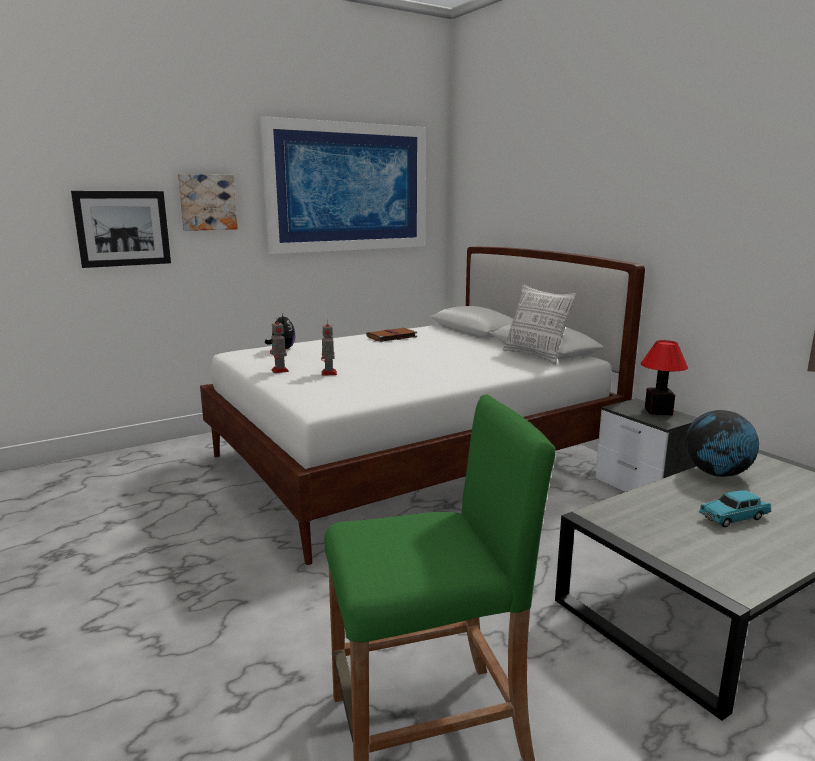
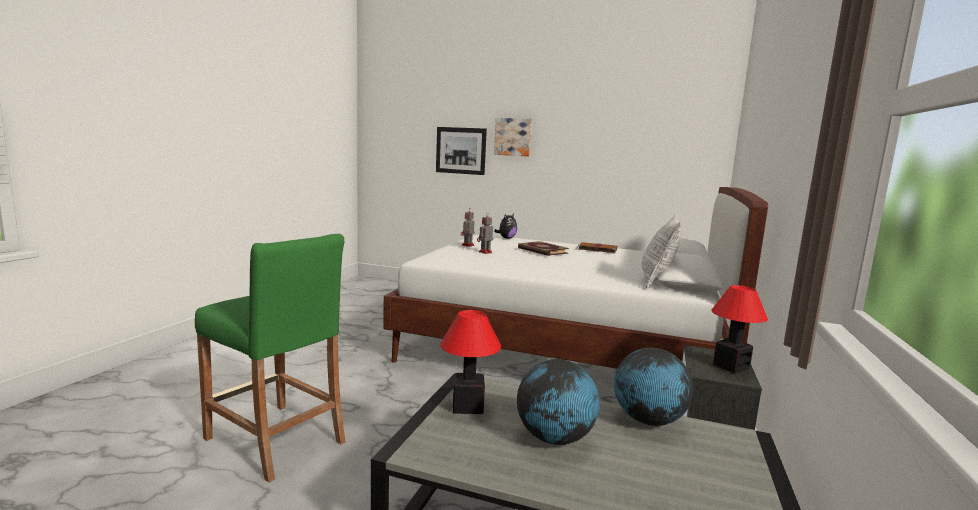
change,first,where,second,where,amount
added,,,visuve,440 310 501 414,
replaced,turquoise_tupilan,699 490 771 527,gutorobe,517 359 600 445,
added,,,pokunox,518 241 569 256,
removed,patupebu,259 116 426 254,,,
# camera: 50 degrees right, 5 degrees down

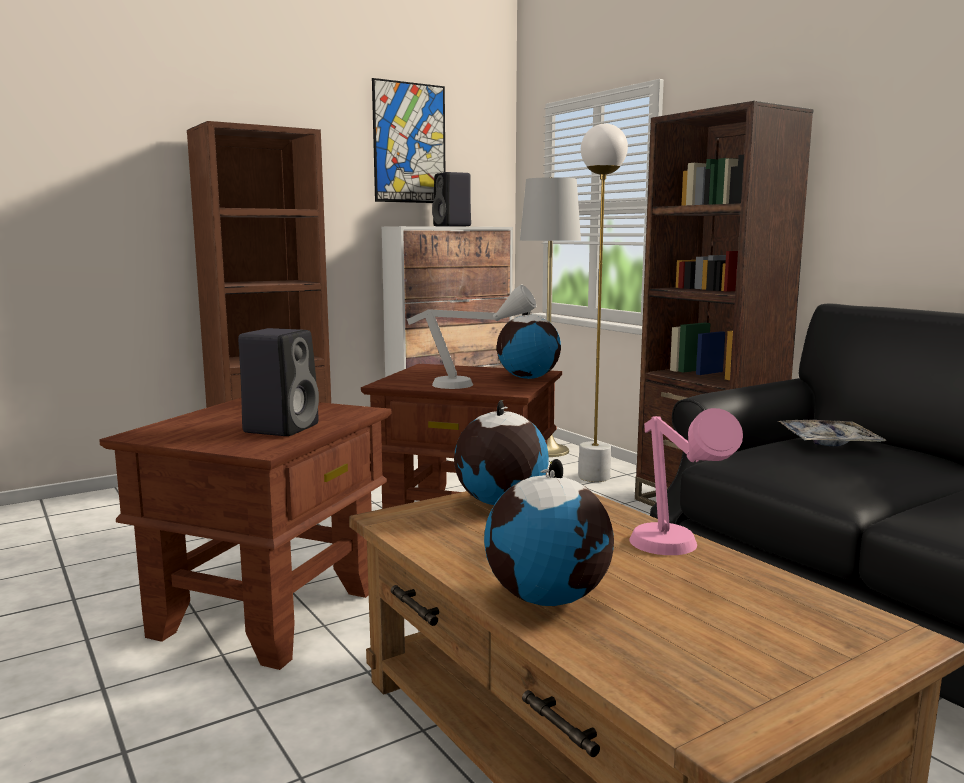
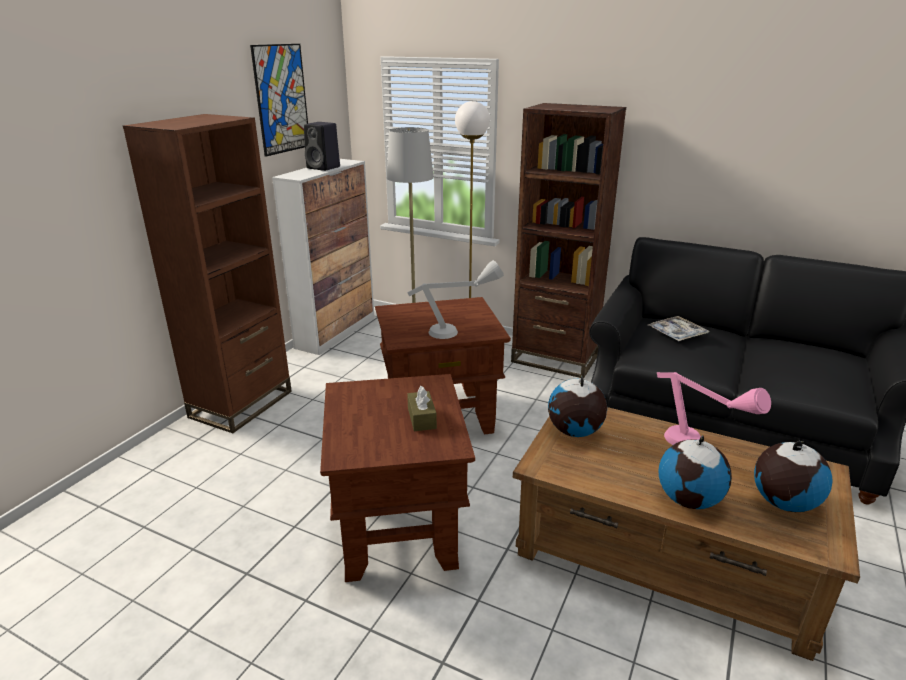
change,first,where,second,where,amount
replaced,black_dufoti,238 328 319 436,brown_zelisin,407 386 437 431,
moved,gutorobe,497 311 561 379,,754 441 833 512,
# camera: 30 degrees left, 15 degrees up

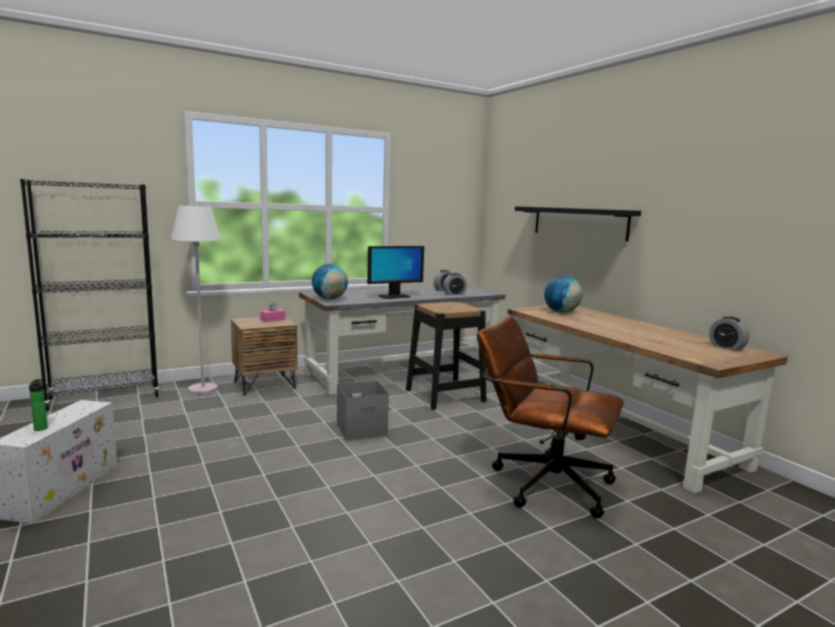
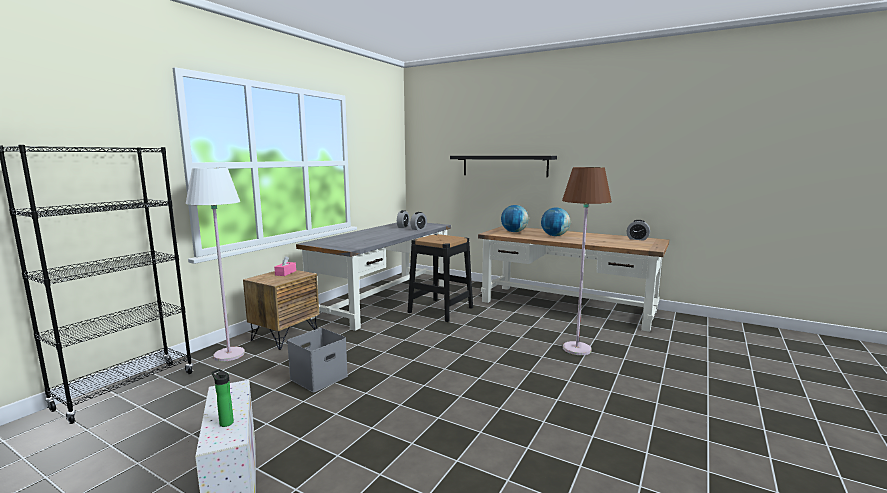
change,first,where,second,where,amount
moved,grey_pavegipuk,336 381 389 441,,287 328 348 393,
moved,gutorobe,312 264 348 300,,541 207 571 236,
replaced,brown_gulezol,477 315 624 518,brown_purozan,562 167 612 355,
removed,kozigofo,367 246 424 299,,,
# camera: 30 degrees left, 0 degrees up

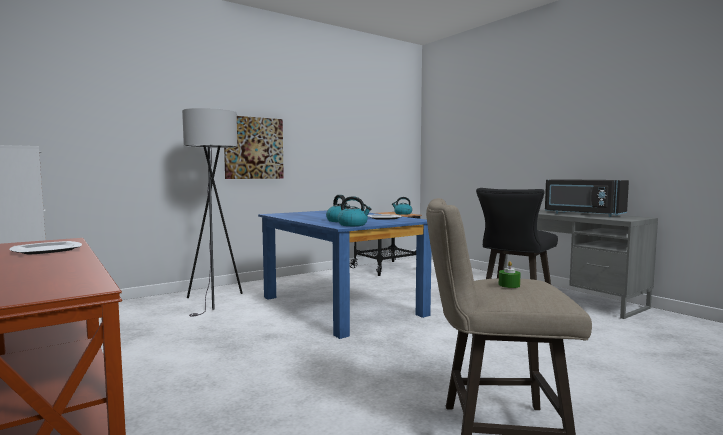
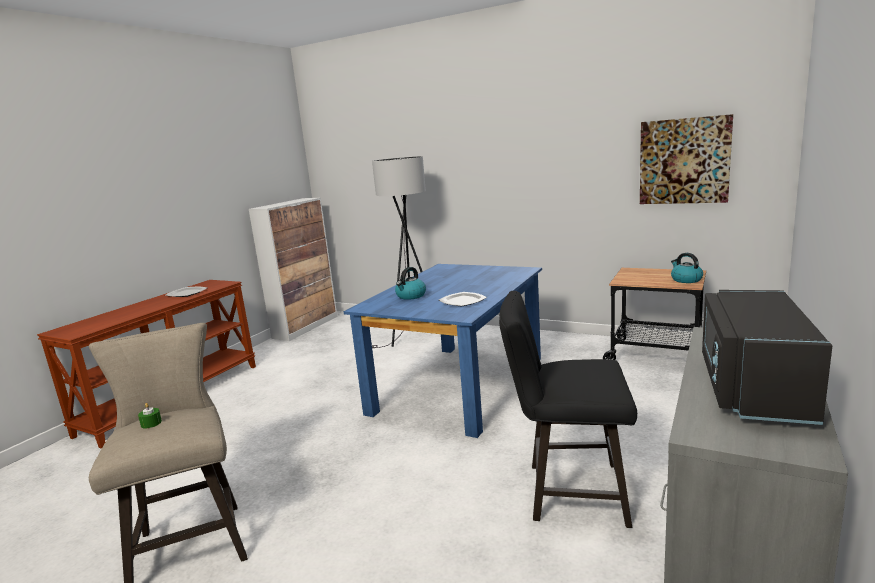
change,first,where,second,where,amount
moved,patupebu,224 116 284 179,,640 114 733 204,
removed,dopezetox,338 196 371 226,,,
# camera: 65 degrees right, 10 degrees up

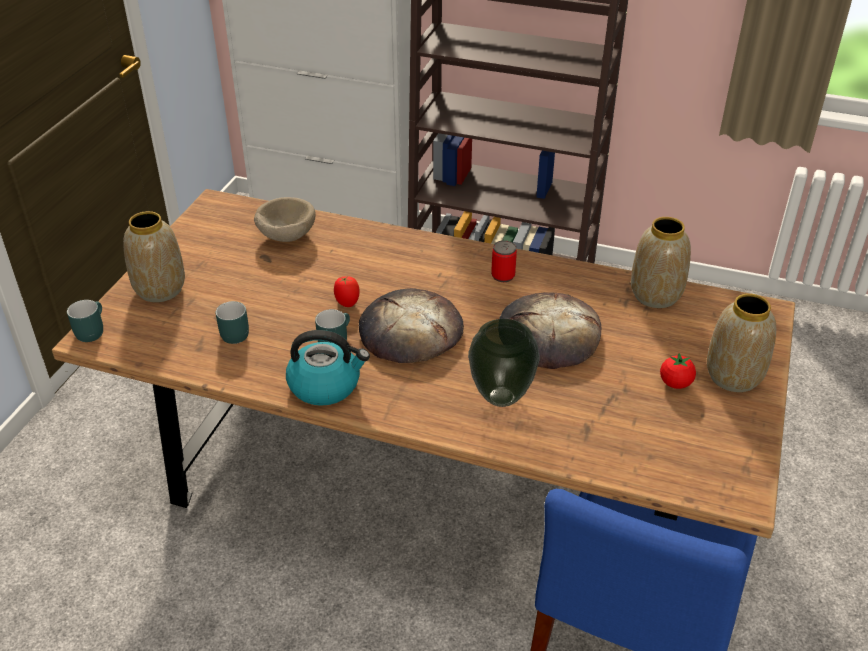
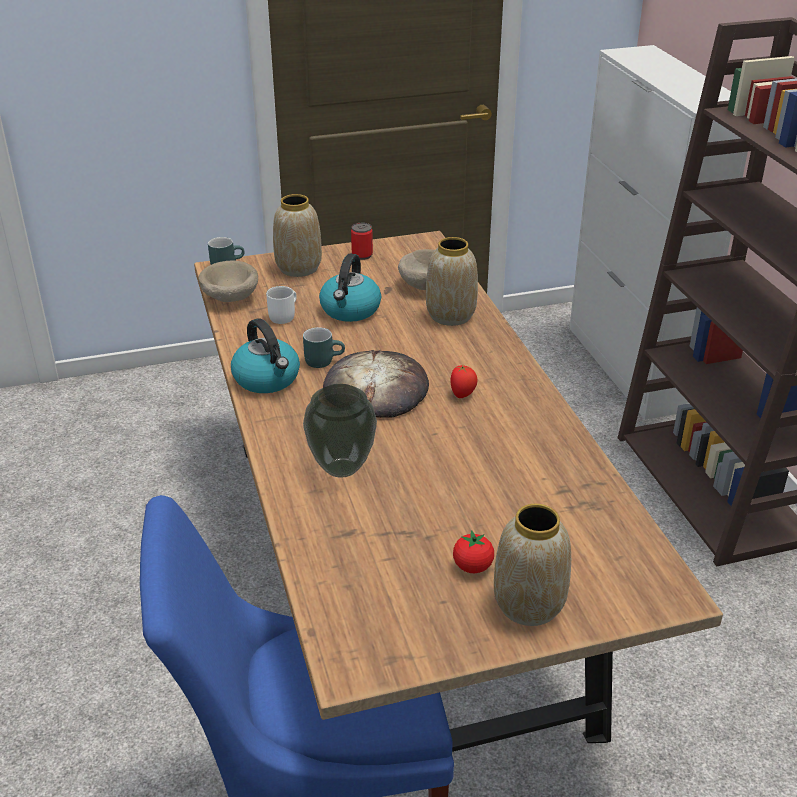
change,first,where,second,where,amount
added,,,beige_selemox,198 261 258 302,
recoloured,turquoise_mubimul,216 301 249 344,white_mubimul,266 286 297 324,
added,,,dopezetox,319 254 381 322,
moved,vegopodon,491 240 517 282,,351 223 373 260,
moved,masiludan,631 217 691 308,,426 237 478 326,
moved,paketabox,334 276 360 307,,450 365 478 398,
removed,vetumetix,499 292 601 369,,,
# camera: 55 degrees right, 5 degrees down

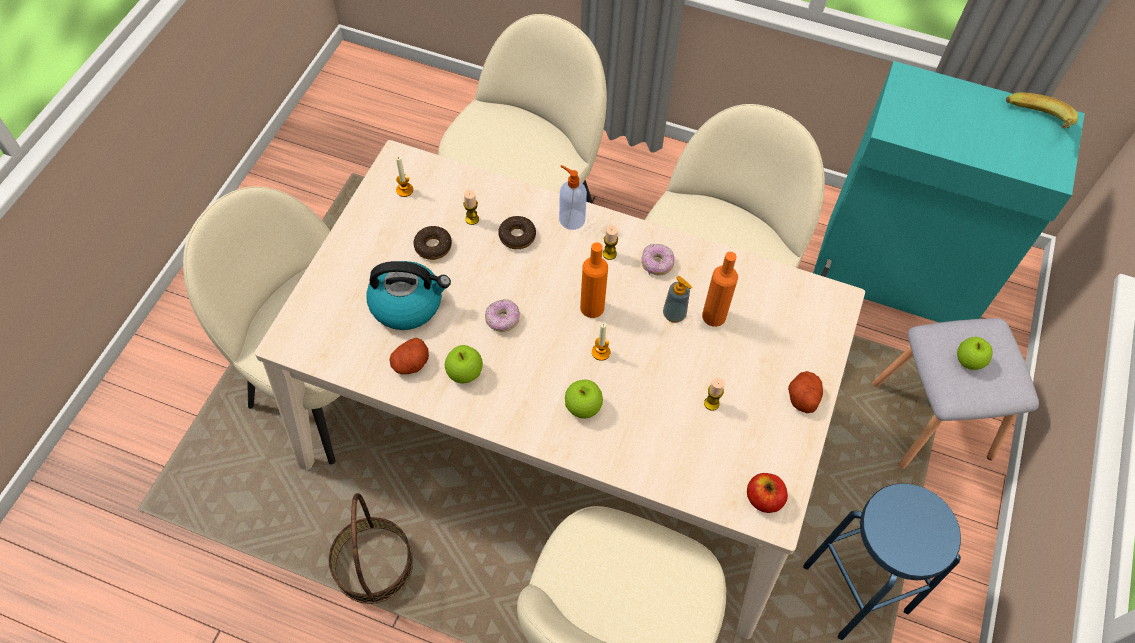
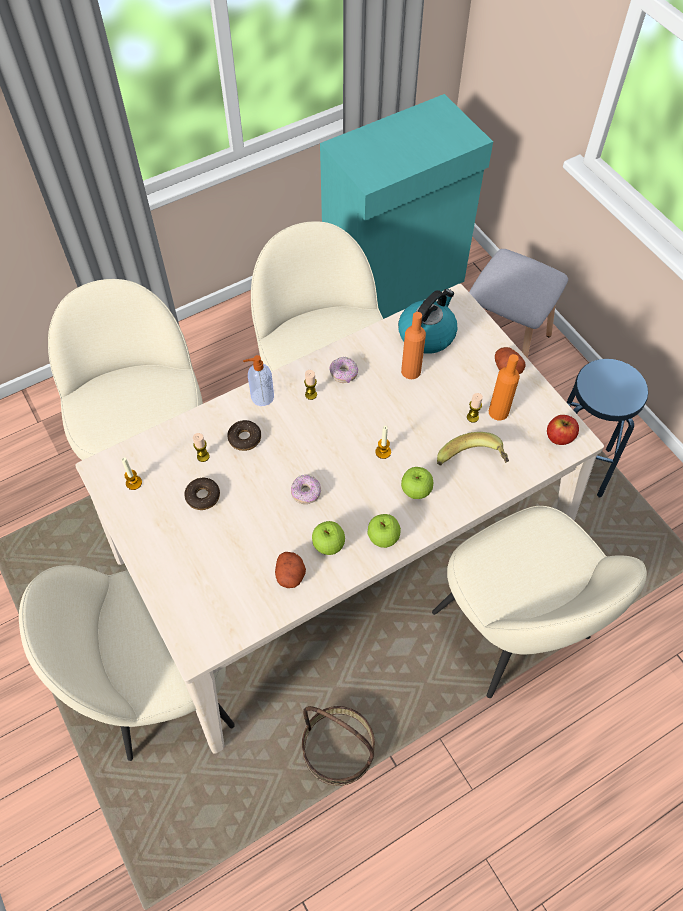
change,first,where,second,where,amount
moved,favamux,957 337 993 370,,368 514 401 548,
moved,dopezetox,366 261 451 330,,398 289 457 354,
moved,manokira,1006 92 1079 128,,437 432 509 465,
moved,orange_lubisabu,580 242 608 318,,489 354 520 420,
removed,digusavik,663 276 692 323,,,
# camera: 50 degrees left, 0 degrees up

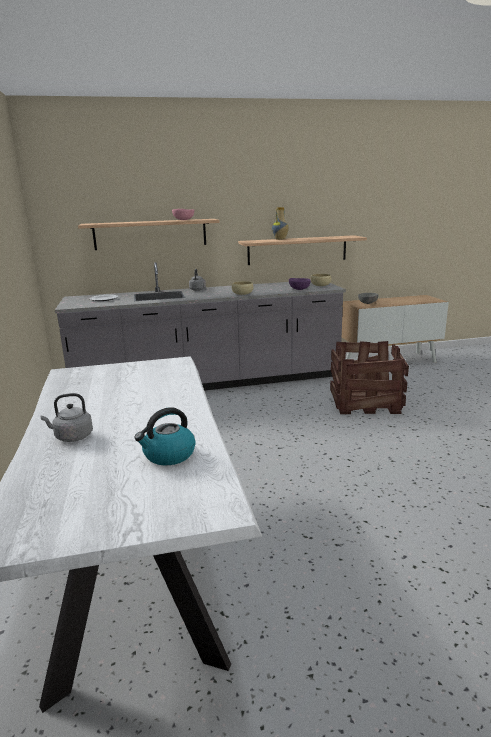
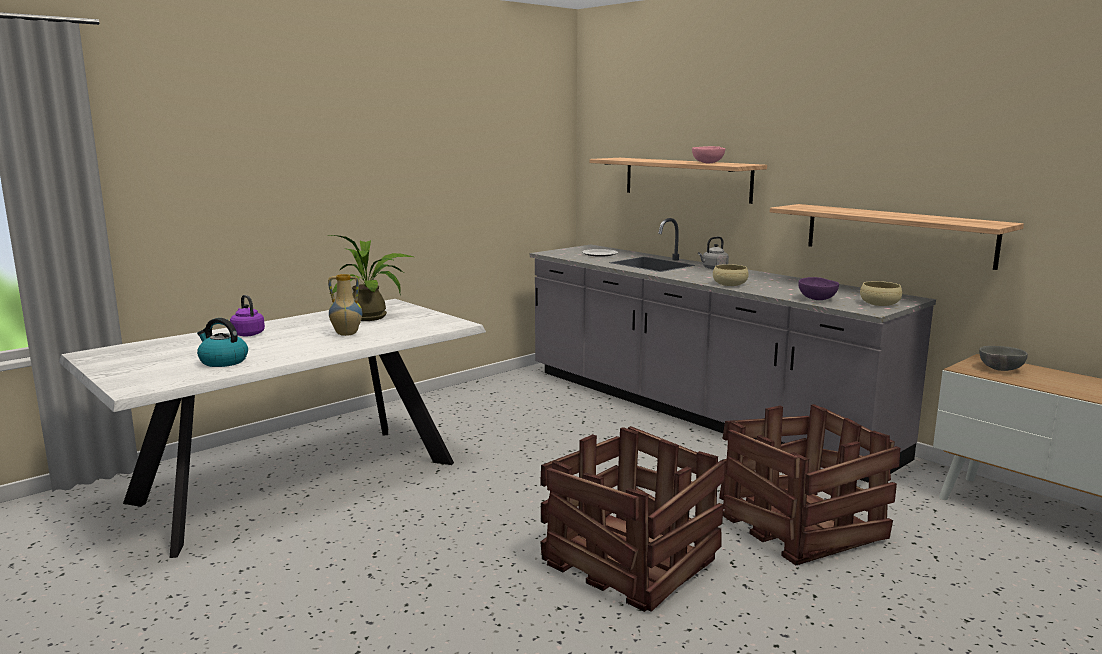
change,first,where,second,where,amount
recoloured,grey_dopezetox,40 393 93 442,purple_dopezetox,230 295 265 336,
added,,,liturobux,328 235 413 321,
moved,masiludan,272 207 289 240,,328 274 362 336,
added,,,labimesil,540 426 725 612,
# camera: 60 degrees right, 5 degrees down

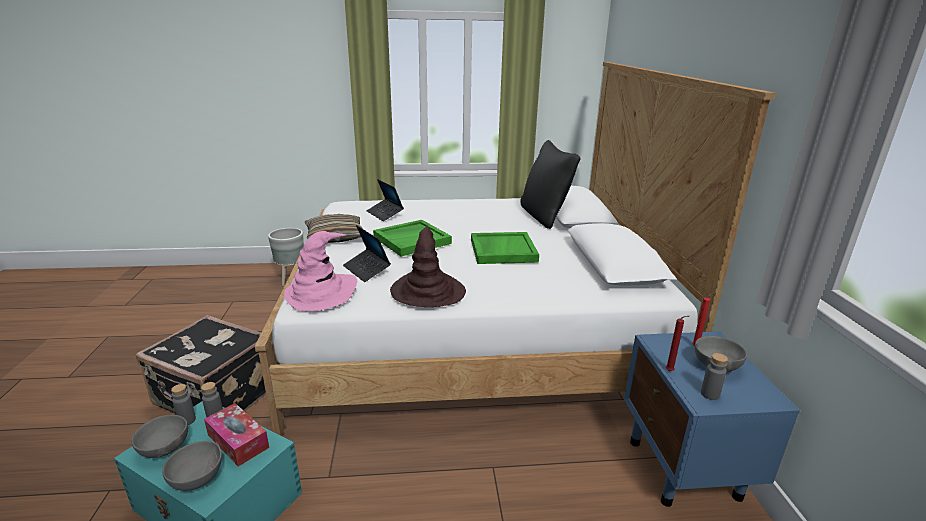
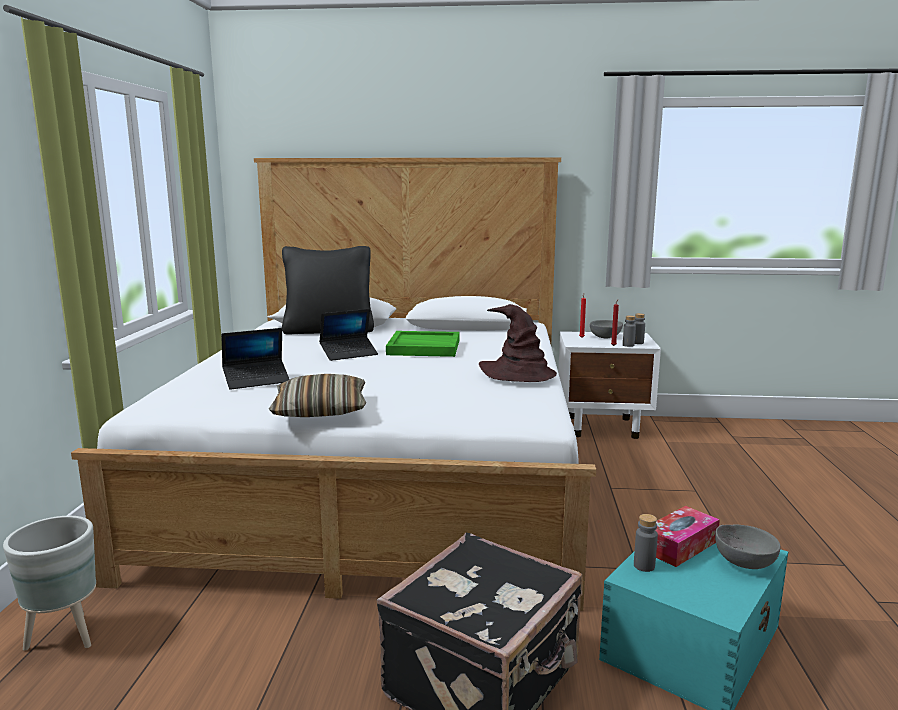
change,first,where,second,where,amount
moved,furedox,343 225 391 282,,319 309 378 361,
recoloured,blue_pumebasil,624 331 800 507,white_pumebasil,558 331 661 439,
moved,grey_lubisabu,171 384 196 425,,623 315 636 347,
removed,grey_selemox,131 415 188 458,,,
removed,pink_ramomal,284 231 357 311,,,
removed,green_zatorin,373 220 452 257,,,
# camera: 80 degrees left, 10 degrees down

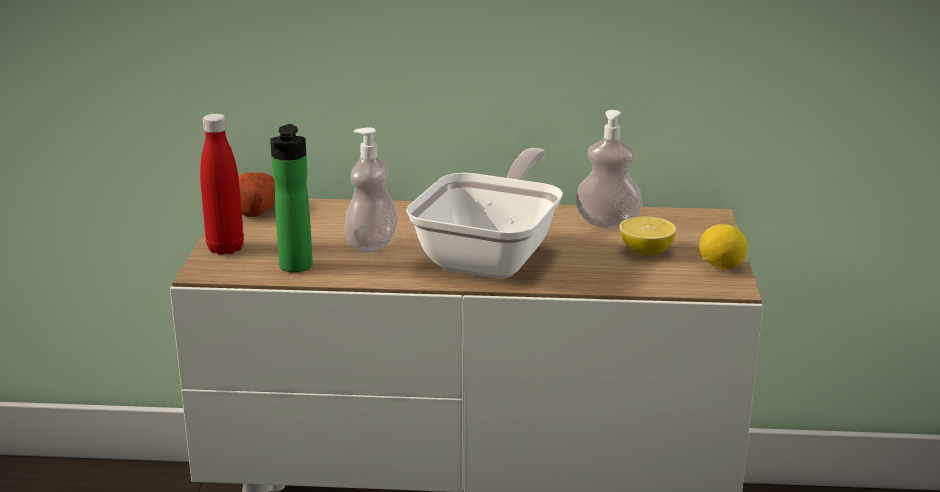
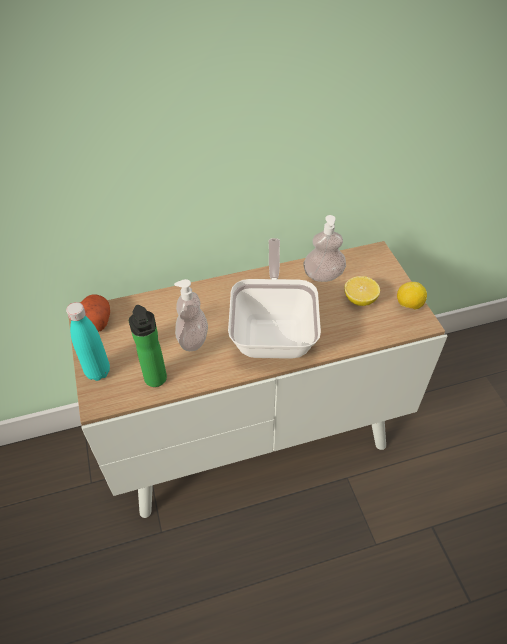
change,first,where,second,where,amount
recoloured,red_lubisabu,200 114 244 255,turquoise_lubisabu,66 302 110 381,
# camera: 20 degrees left, 25 degrees up

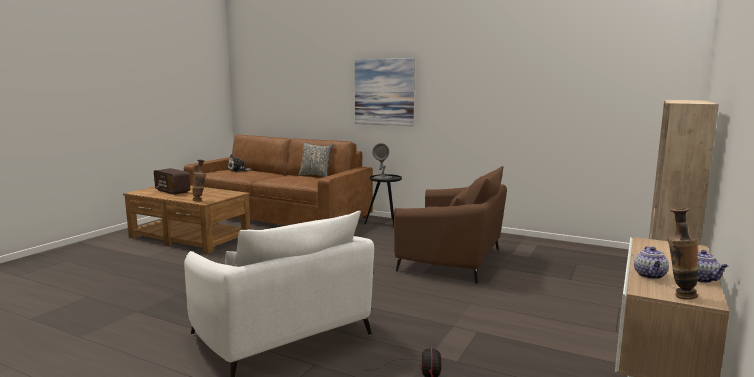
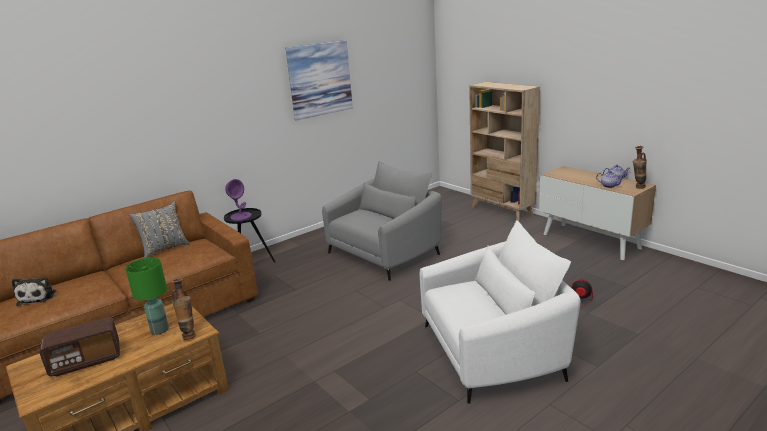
change,first,where,second,where,amount
added,,,green_visuve,125 258 169 335,
recoloured,grey_visuve,372 143 392 180,purple_visuve,225 179 252 221,
moved,patupebu,355 58 415 126,,286 40 353 121,
recoloured,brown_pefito,394 166 507 284,grey_pefito,322 161 442 281,
# camera: 65 degrees left, 10 degrees up

